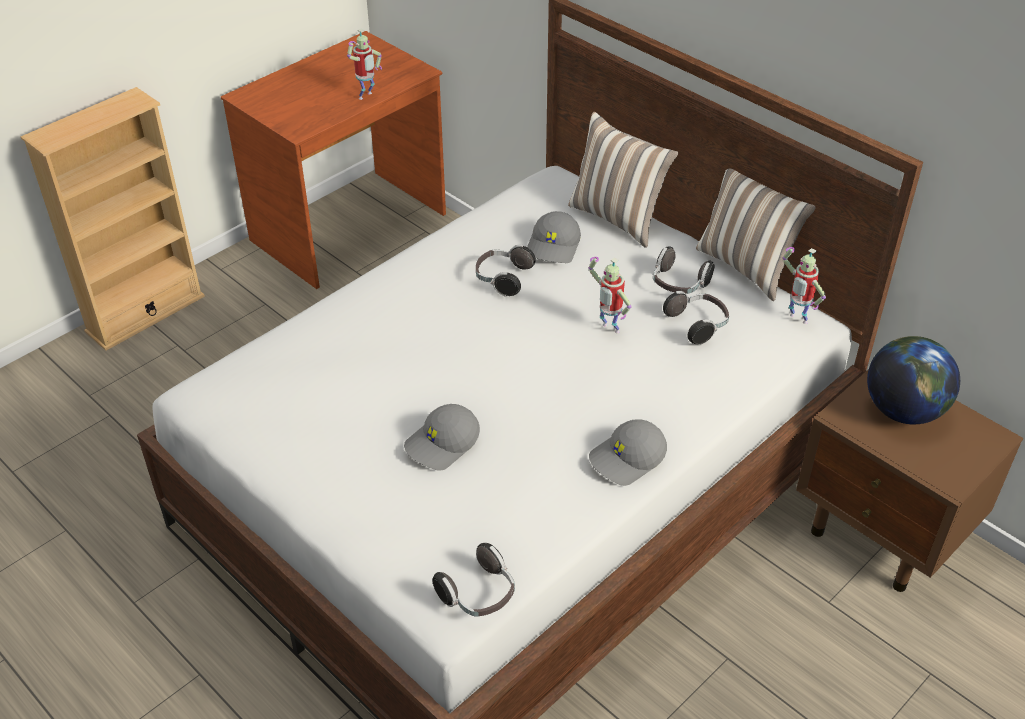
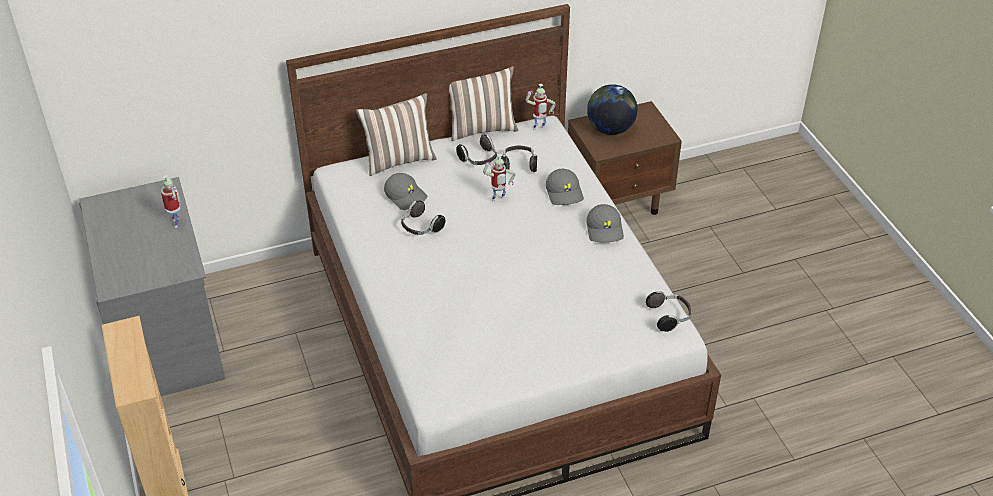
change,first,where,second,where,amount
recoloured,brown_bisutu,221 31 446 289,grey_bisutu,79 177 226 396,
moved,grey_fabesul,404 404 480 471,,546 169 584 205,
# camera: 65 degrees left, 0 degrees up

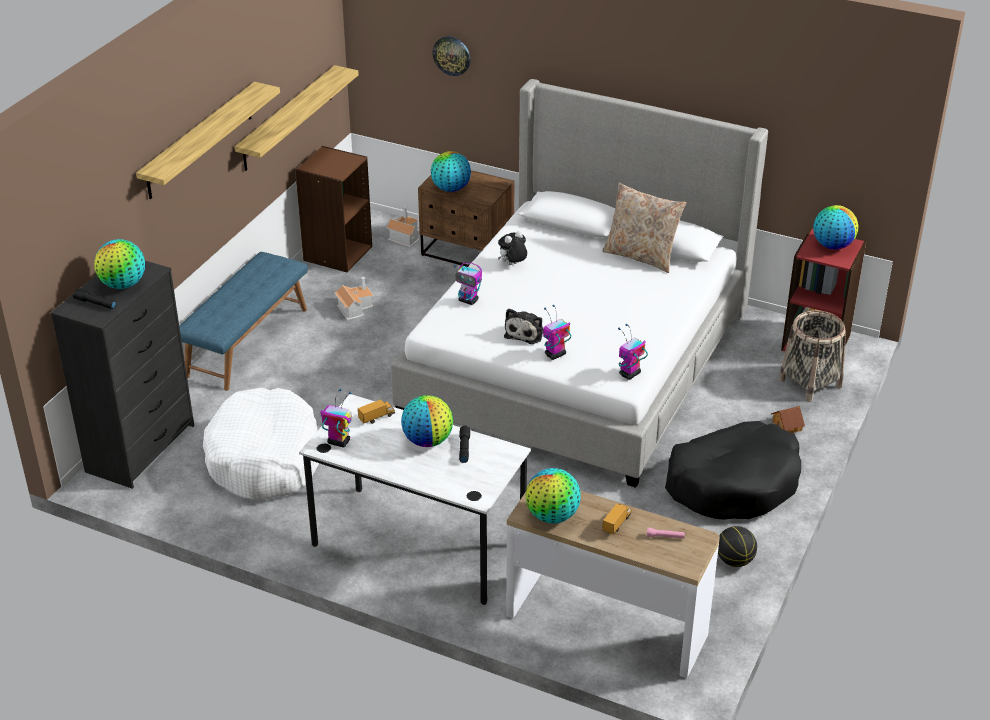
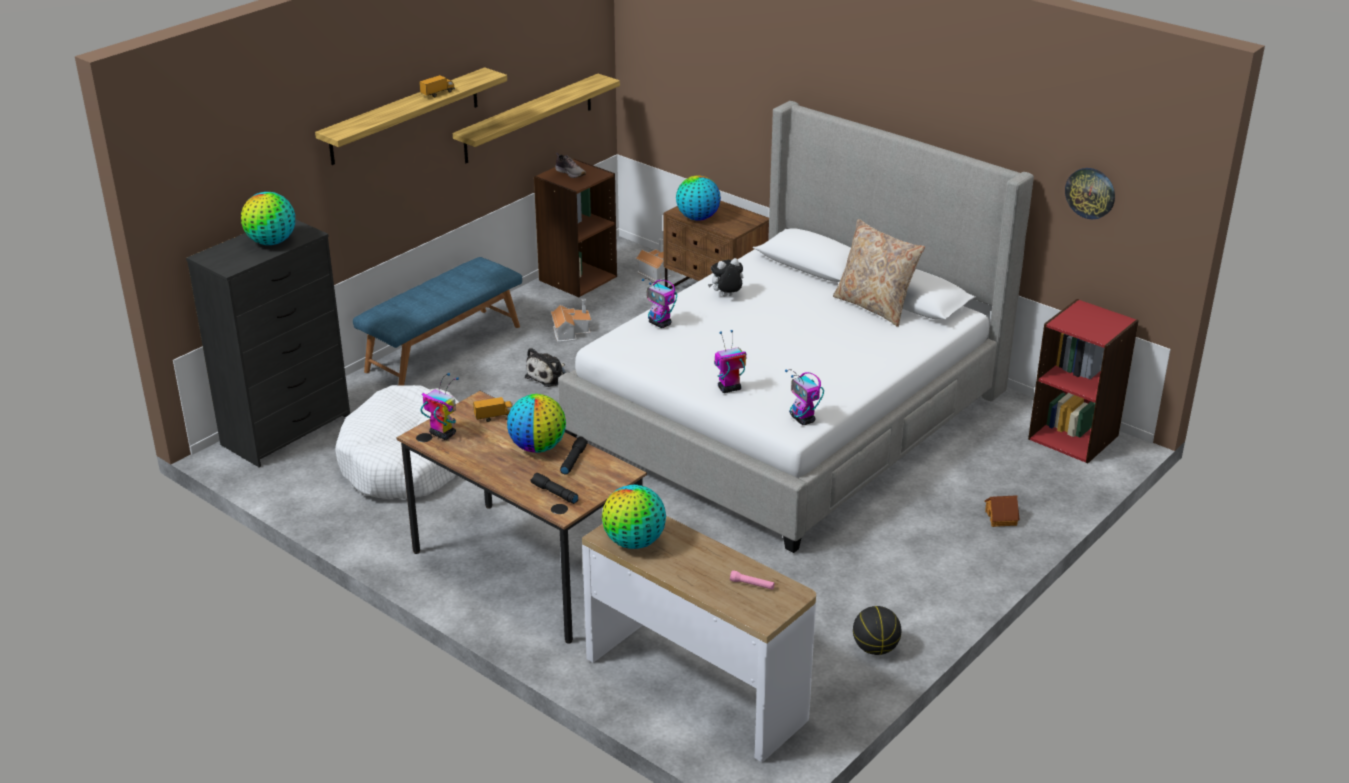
change,first,where,second,where,amount
recoloured,white_bisutu,299 394 531 605,brown_bisutu,396 391 647 644,
moved,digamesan,602 504 631 534,,419 75 455 97,
moved,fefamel,504 308 543 344,,525 348 566 387,
moved,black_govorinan,73 289 116 309,,530 473 578 504,
added,,,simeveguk,555 153 586 178,
turned,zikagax,618 324 648 380,,785 369 824 425,90 degrees counterclockwise
moved,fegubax,432 36 471 76,,1065 168 1115 219,
removed,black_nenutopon,665 421 801 520,,,
removed,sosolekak,779 310 846 402,,,
removed,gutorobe,813 205 858 250,,,
# camera: 15 degrees right, 5 degrees down

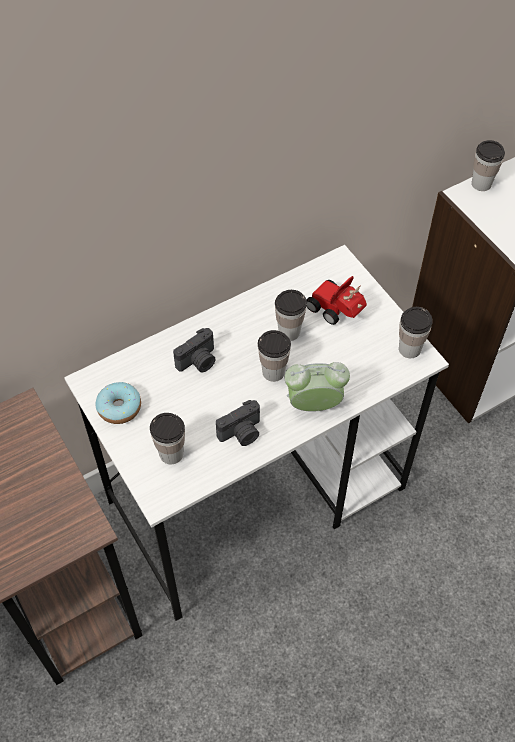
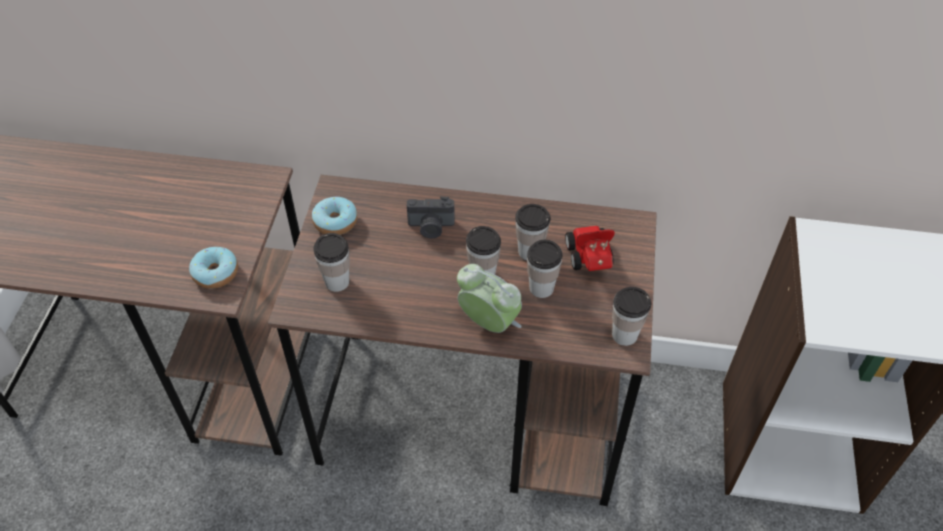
change,first,where,second,where,amount
added,,,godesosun,189 247 238 289,
recoloured,white_bisutu,64 245 449 621,brown_bisutu,268 175 657 506,
moved,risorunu,472 140 505 191,,527 240 563 298,
removed,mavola,216 400 260 446,,,
# camera: 40 degrees right, 5 degrees down

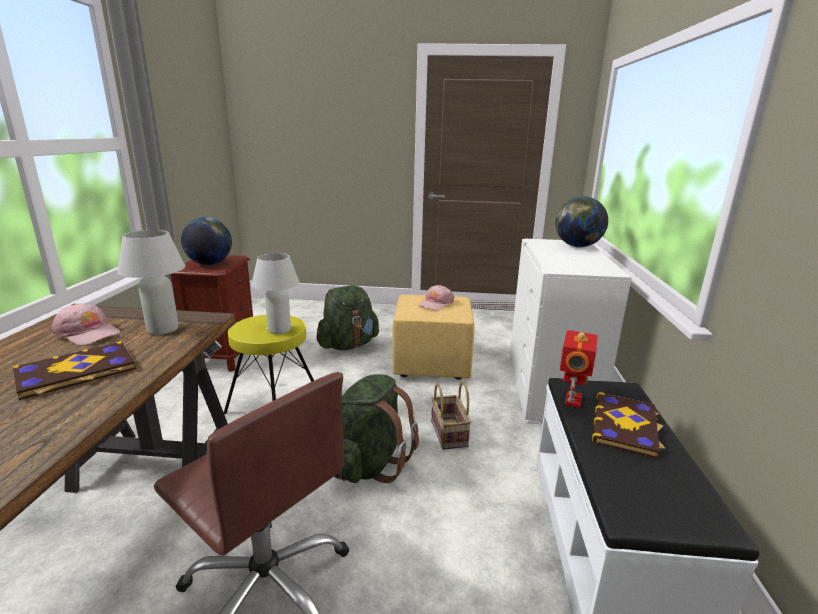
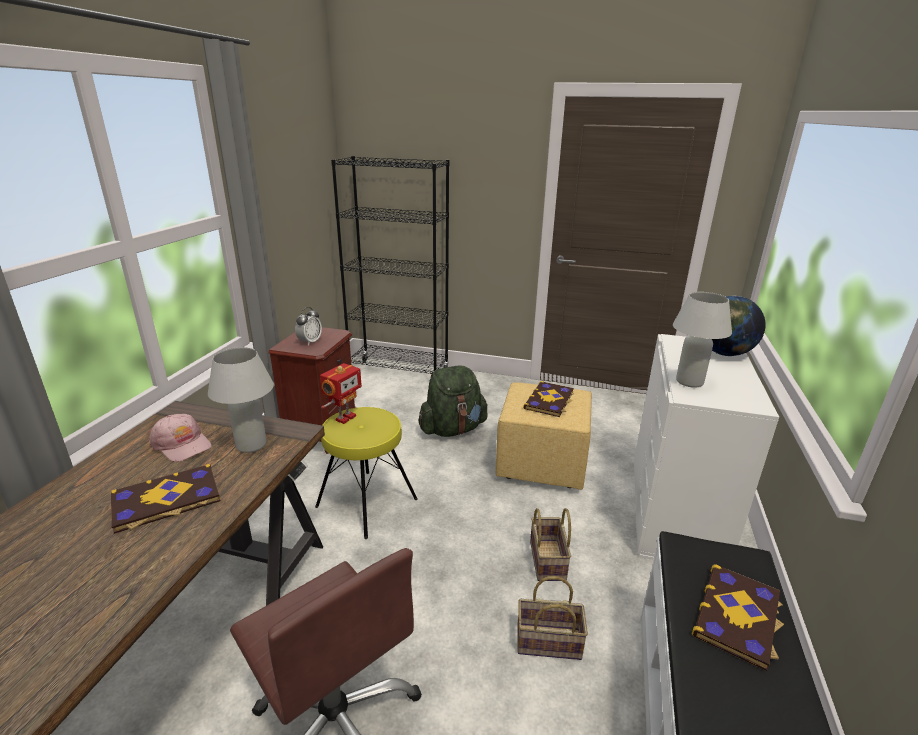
change,first,where,second,where,amount
replaced,gutorobe,181 217 232 265,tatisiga,295 307 322 346,
moved,zikagax,560 330 598 408,,320 363 362 424,
added,,,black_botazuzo,331 156 449 374,
added,,,sosolekak,517 576 588 660,
replaced,pink_fabesul,419 285 454 311,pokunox,523 381 574 417,
moved,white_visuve,251 253 300 334,,673 292 732 388,
removed,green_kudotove,334 374 419 483,,,
# camera: 10 degrees right, 5 degrees up

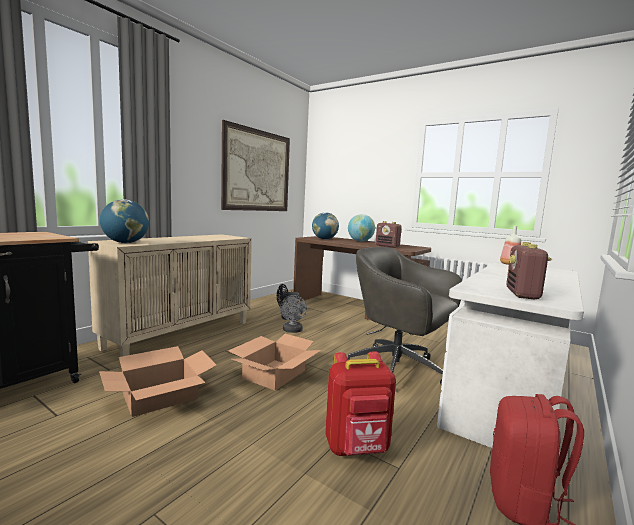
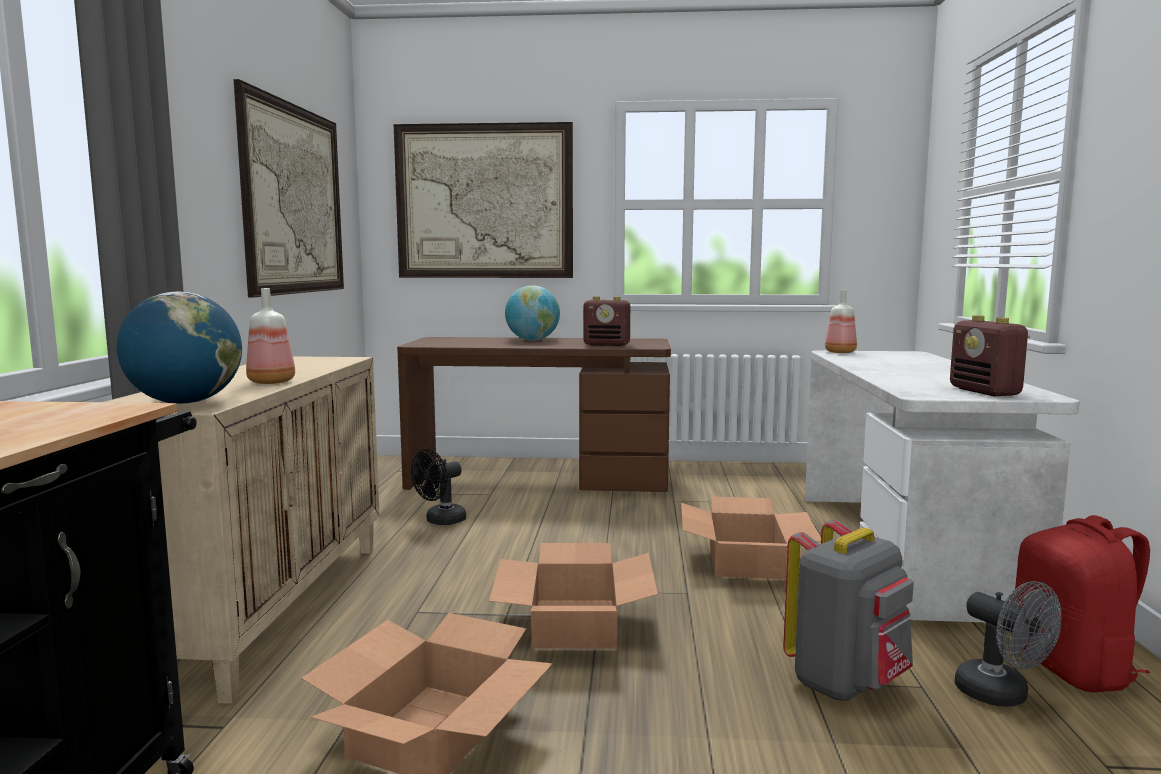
change,first,where,second,where,amount
added,,,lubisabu,246 288 295 384,
added,,,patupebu,394 122 573 278,
replaced,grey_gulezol,348 247 462 384,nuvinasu,681 496 821 579,
recoloured,red_kudotove,325 351 396 456,grey_kudotove,783 519 914 701,
moved,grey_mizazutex,280 295 307 333,,954 581 1062 707,
removed,gutorobe,312 212 339 239,,,
# camera: 30 degrees left, 0 degrees up

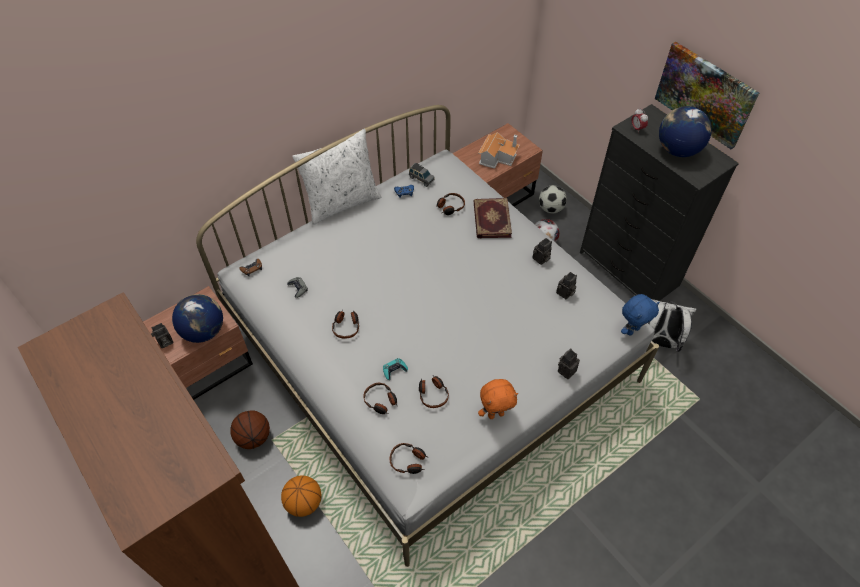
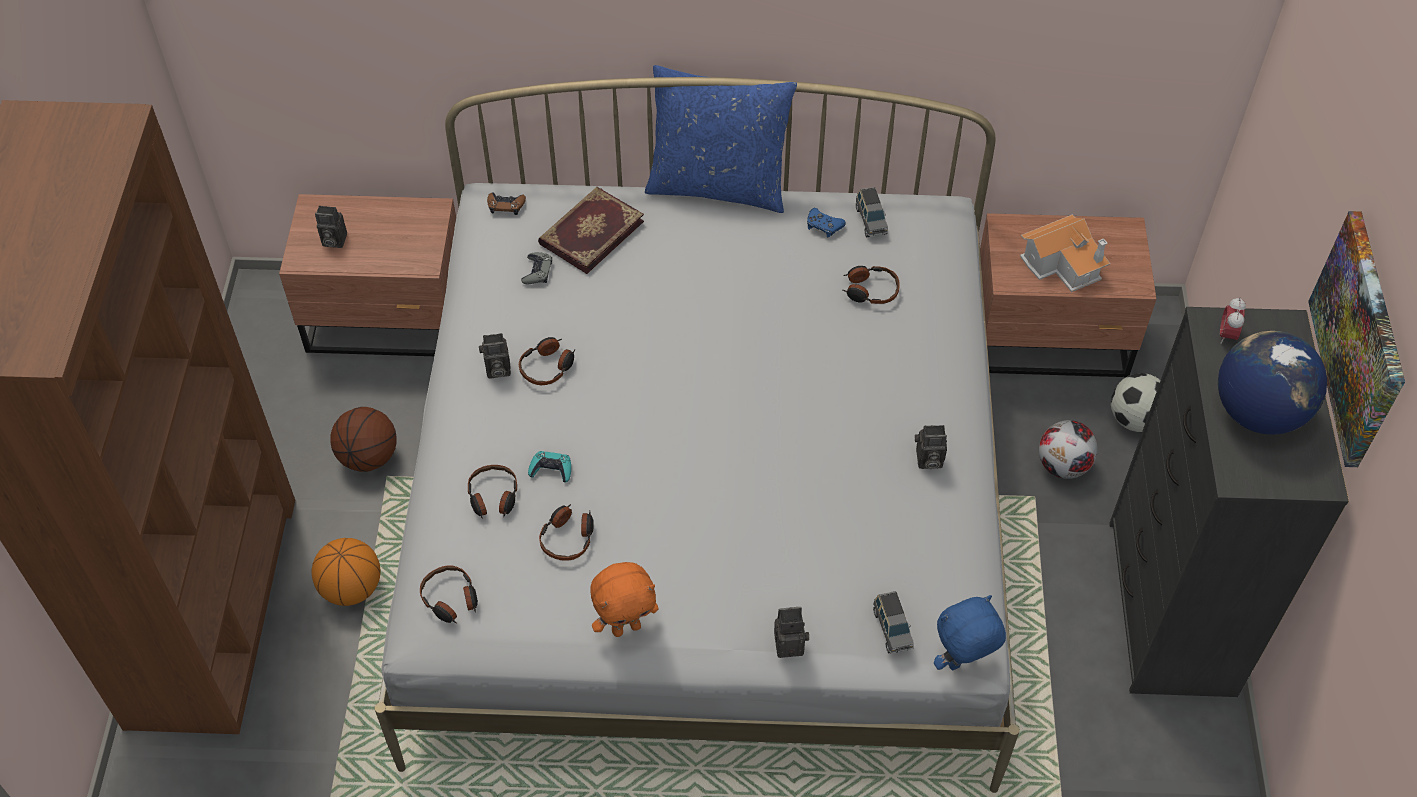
change,first,where,second,where,amount
moved,mavola,556 272 577 299,,479 333 511 378,
moved,pokunox,474 198 512 238,,538 187 644 274,
turned,orange_fefamel,478 379 518 419,,590 562 659 637,45 degrees counterclockwise
recoloured,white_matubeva,292 129 382 225,blue_matubeva,645 65 797 213,
added,,,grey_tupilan,873 591 914 654,
turned,blue_fefamel,621 294 659 335,,934 595 1006 670,150 degrees clockwise
removed,gutorobe,172 294 223 343,,,
removed,white_kudotove,648 299 697 352,,,
# camera: 40 degrees right, 0 degrees up

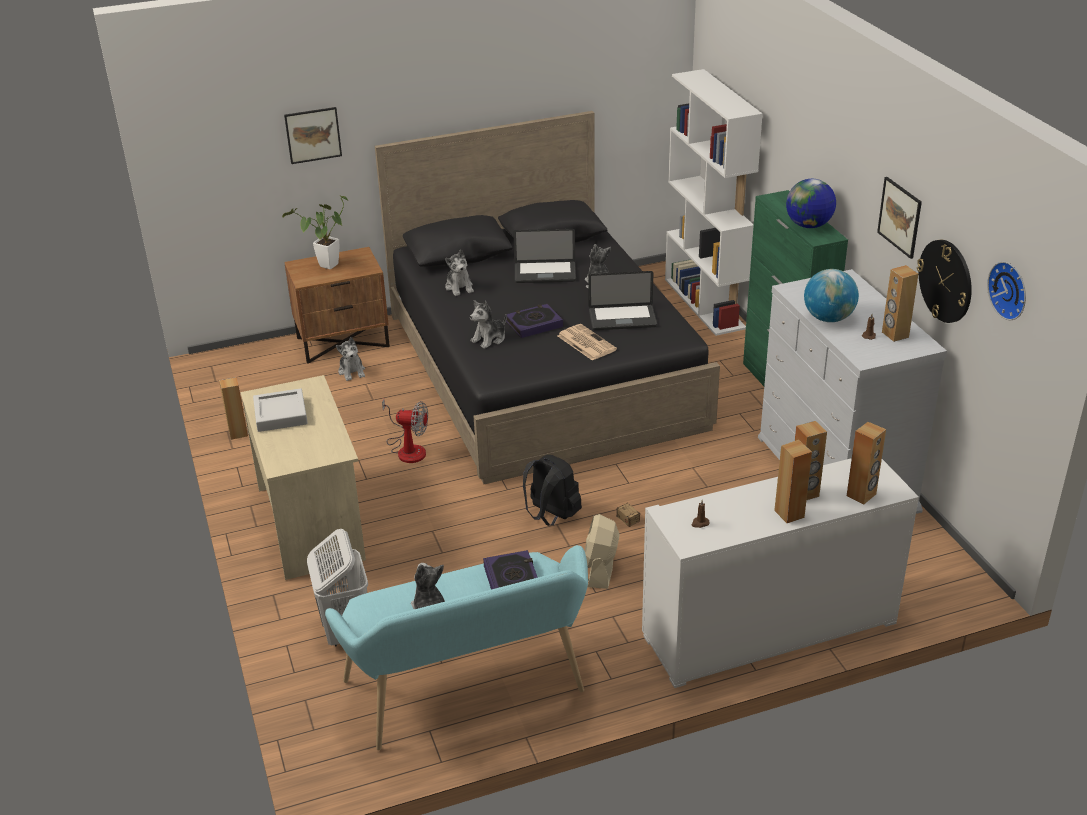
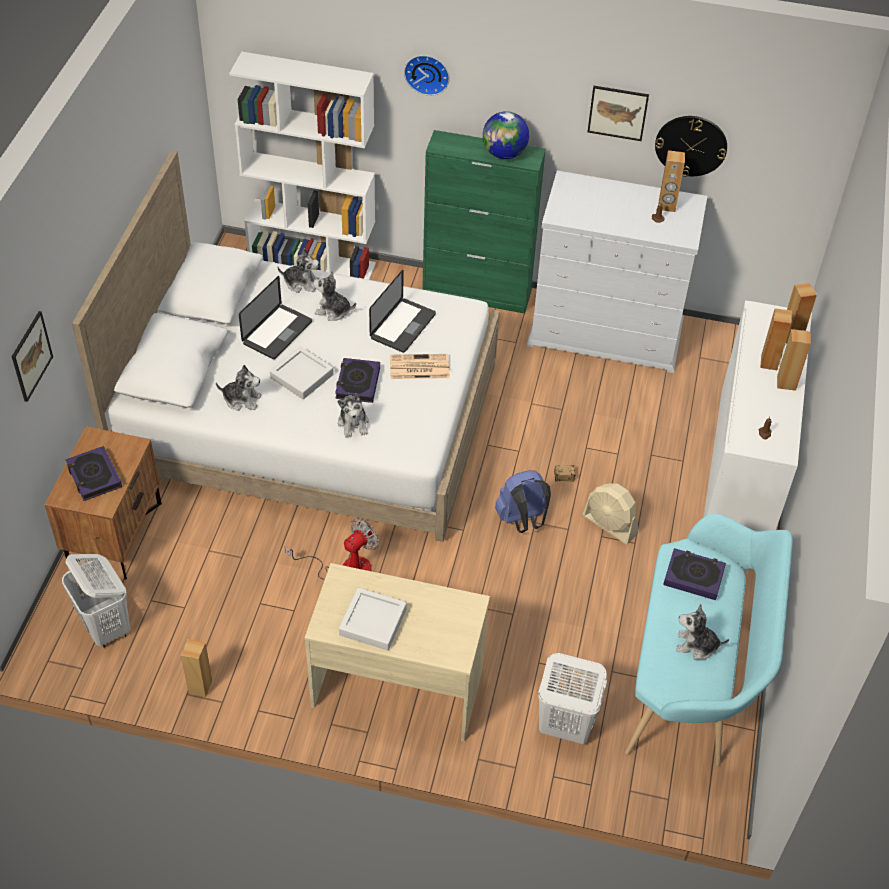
change,first,where,second,where,amount
added,,,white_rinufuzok,62 554 130 648,
replaced,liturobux,282 196 349 269,pokunox,65 446 122 501,
recoloured,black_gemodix,375 111 720 484,white_gemodix,72 150 500 542,
added,,,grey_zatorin,270 347 334 399,
moved,fefamel,336 337 365 381,,277 248 319 293,
moved,fegubax,987 261 1026 320,,404 55 450 96,
recoloured,black_kudotove,523 455 582 526,blue_kudotove,495 470 551 533,
removed,gutorobe,804 269 859 322,,,
# camera: 60 degrees left, 15 degrees up

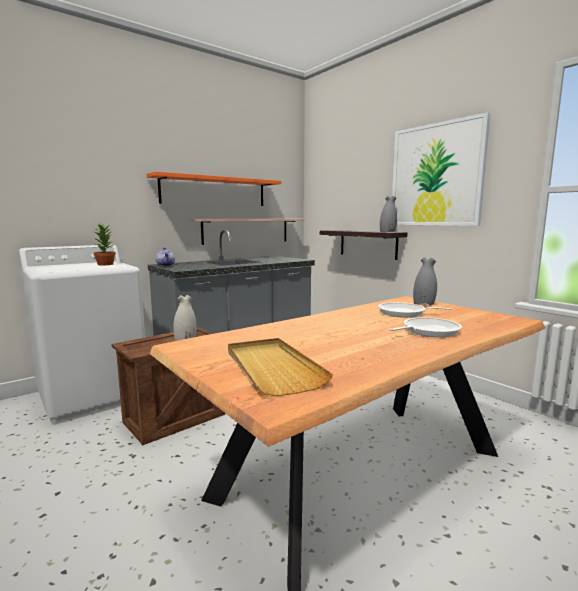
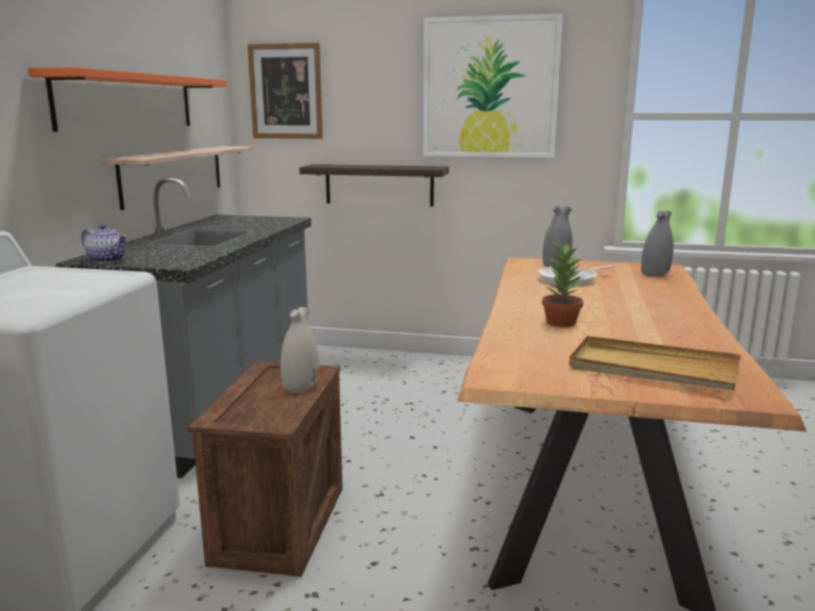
change,first,where,second,where,amount
added,,,patupebu,248 43 323 139,
moved,liturobux,93 223 116 265,,542 241 585 327,
moved,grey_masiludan,380 196 397 232,,641 211 674 277,
removed,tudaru,389 317 462 337,,,
# camera: 40 degrees left, 5 degrees up

